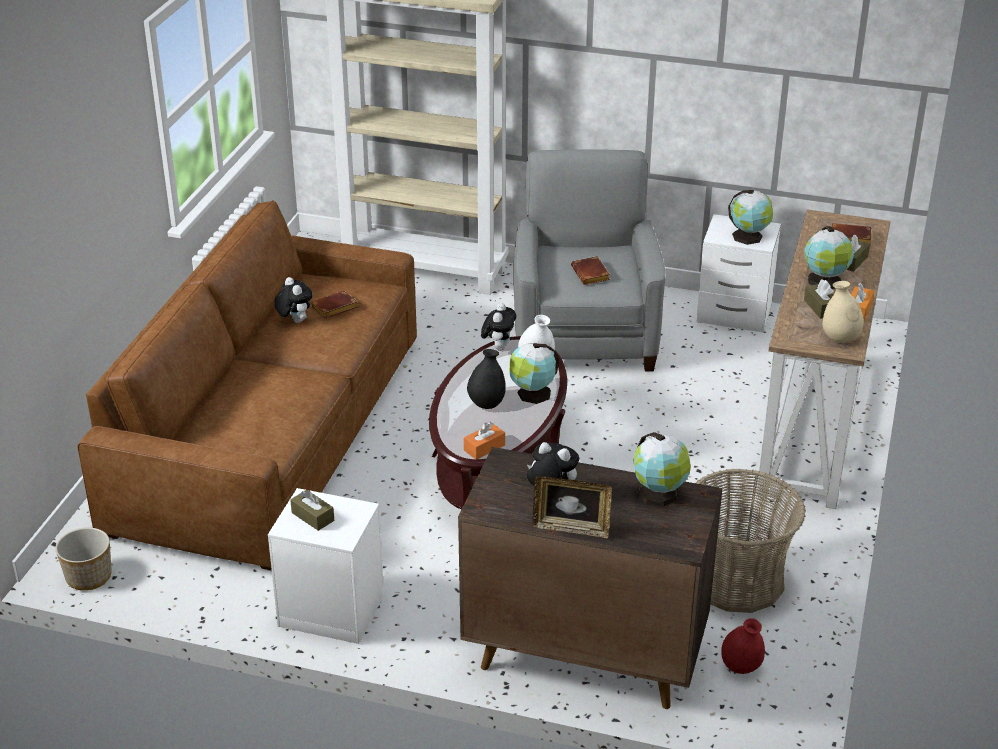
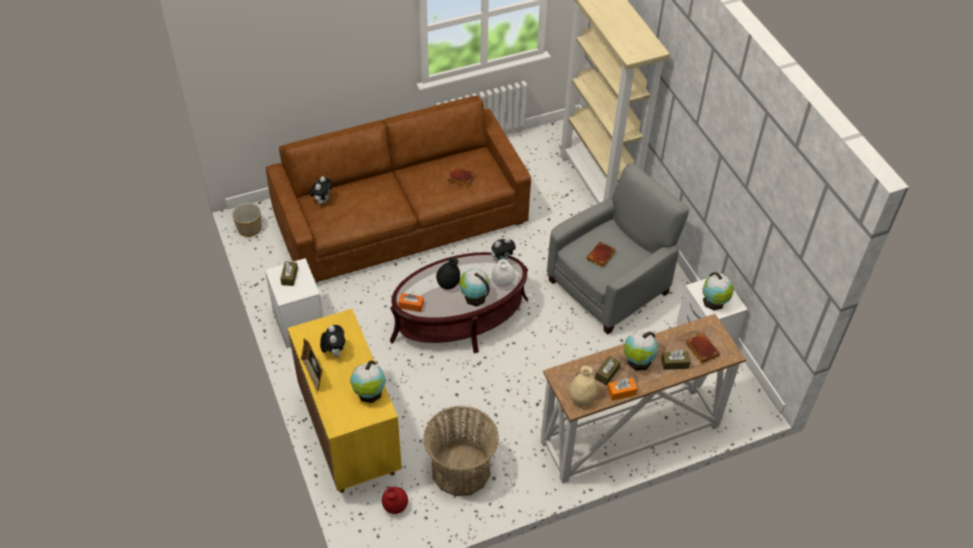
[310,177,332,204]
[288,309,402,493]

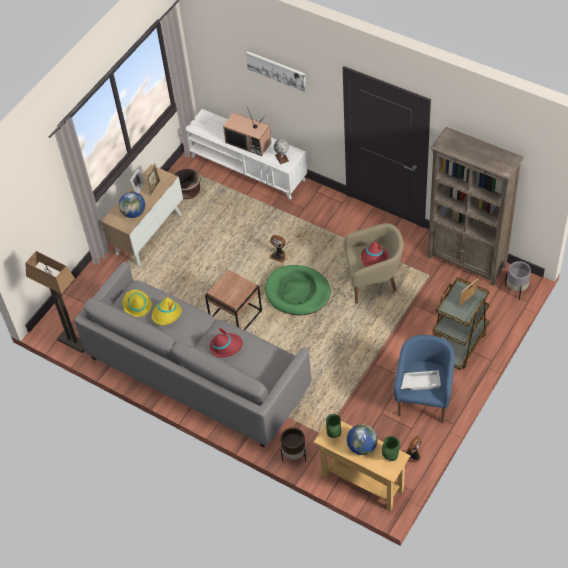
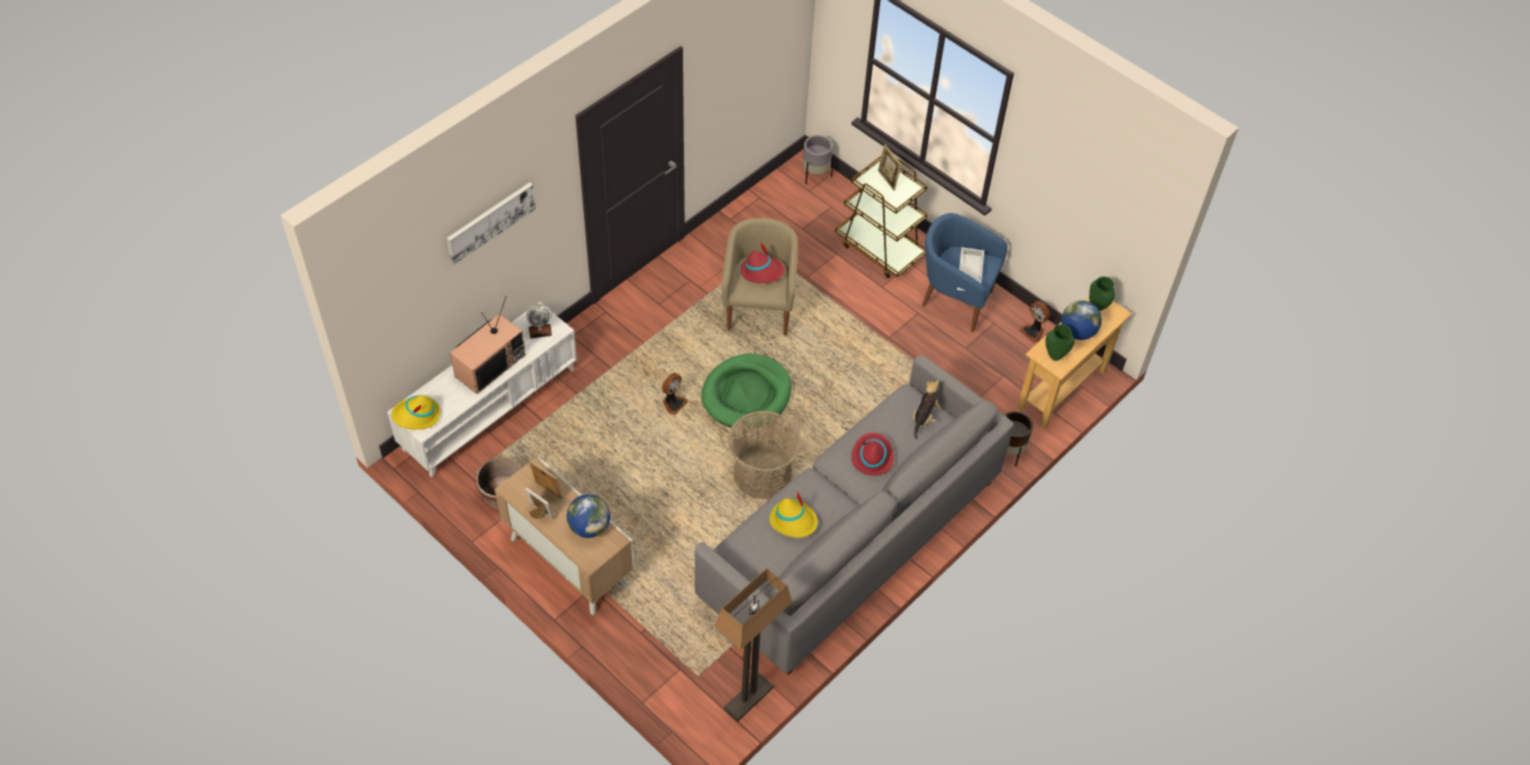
[391,395,440,430]
[728,410,802,499]
[427,127,524,286] (first image)
[913,380,940,439]

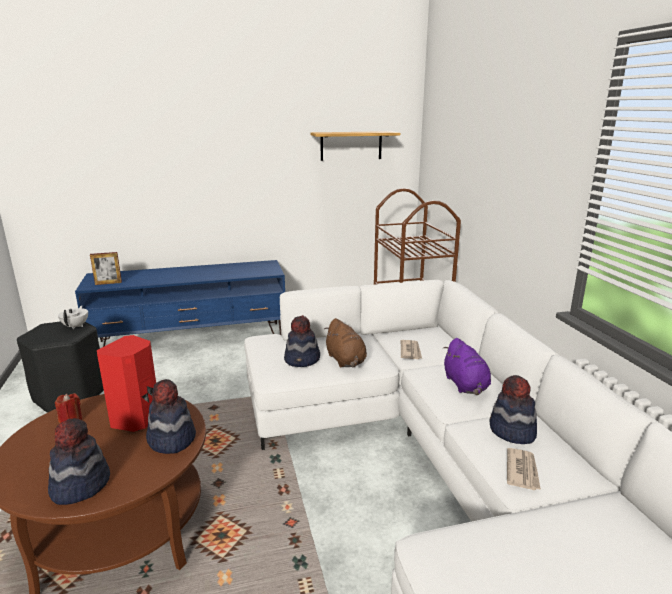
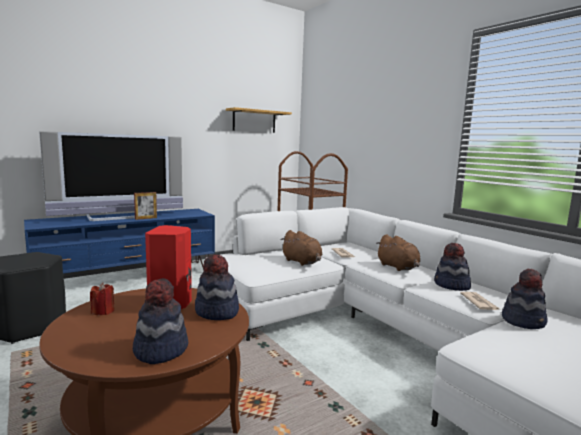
[58,306,88,329] (first image)
[134,192,157,220]
[502,269,547,329]
[376,234,420,271]
[39,131,183,221]

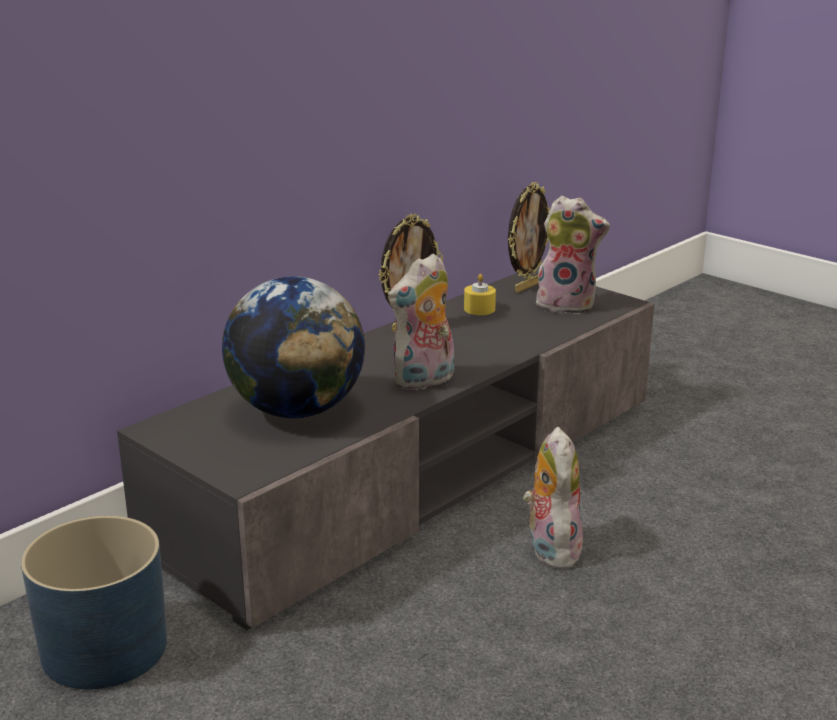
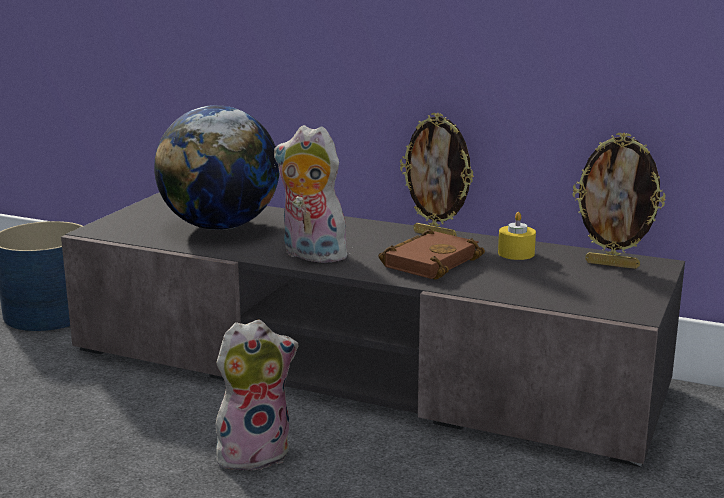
[536,195,610,314] (first image)
[378,229,485,279]

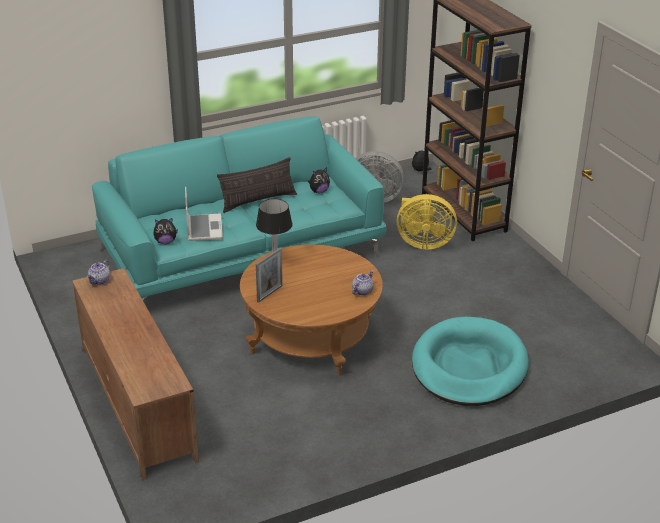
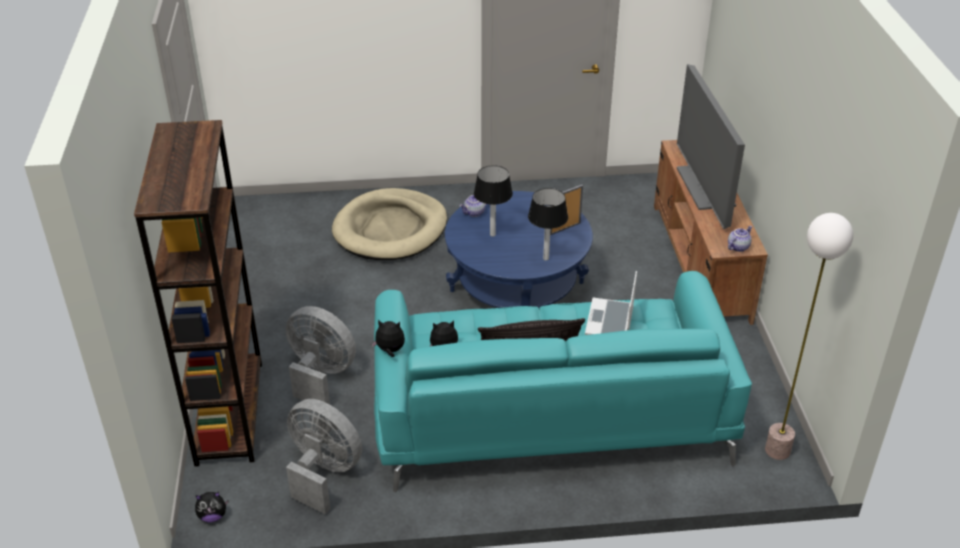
[371,320,405,357]
[445,191,593,308]
[286,306,356,404]
[332,188,447,260]
[474,165,513,237]
[677,64,745,229]
[765,213,853,460]

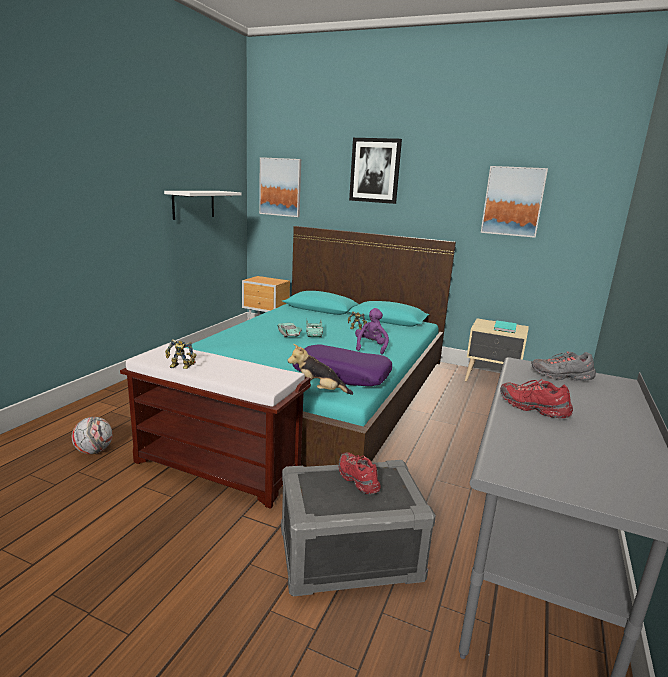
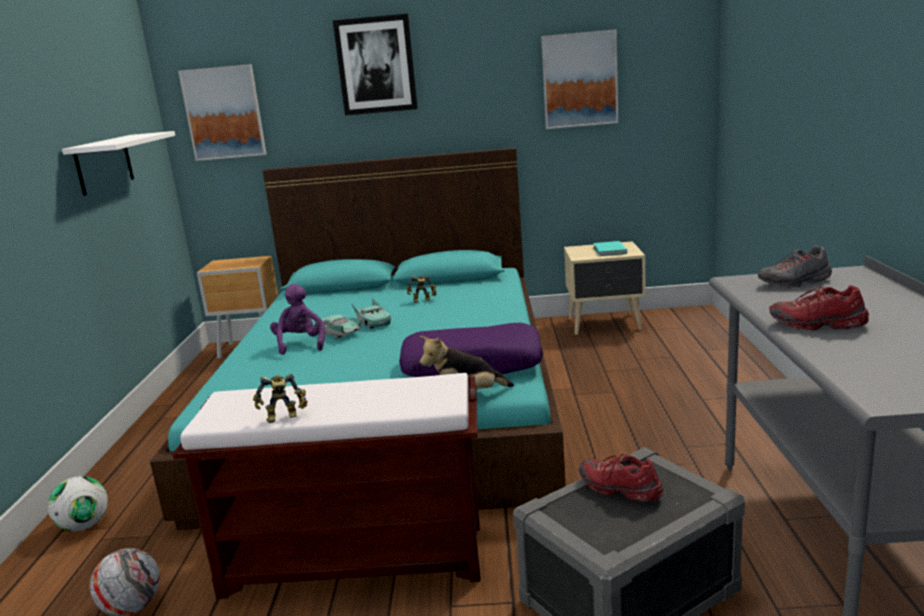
[270,284,325,355]
[48,476,108,531]

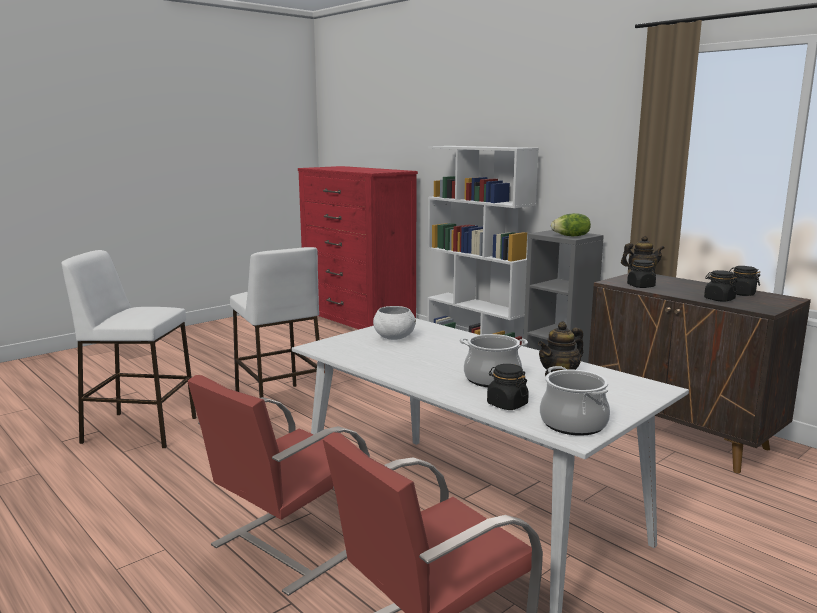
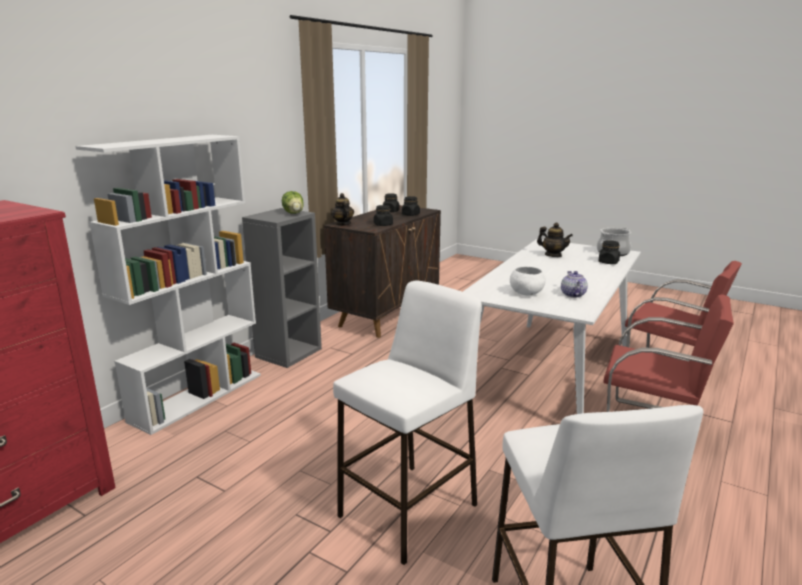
[460,334,528,387] (first image)
[561,271,588,298]

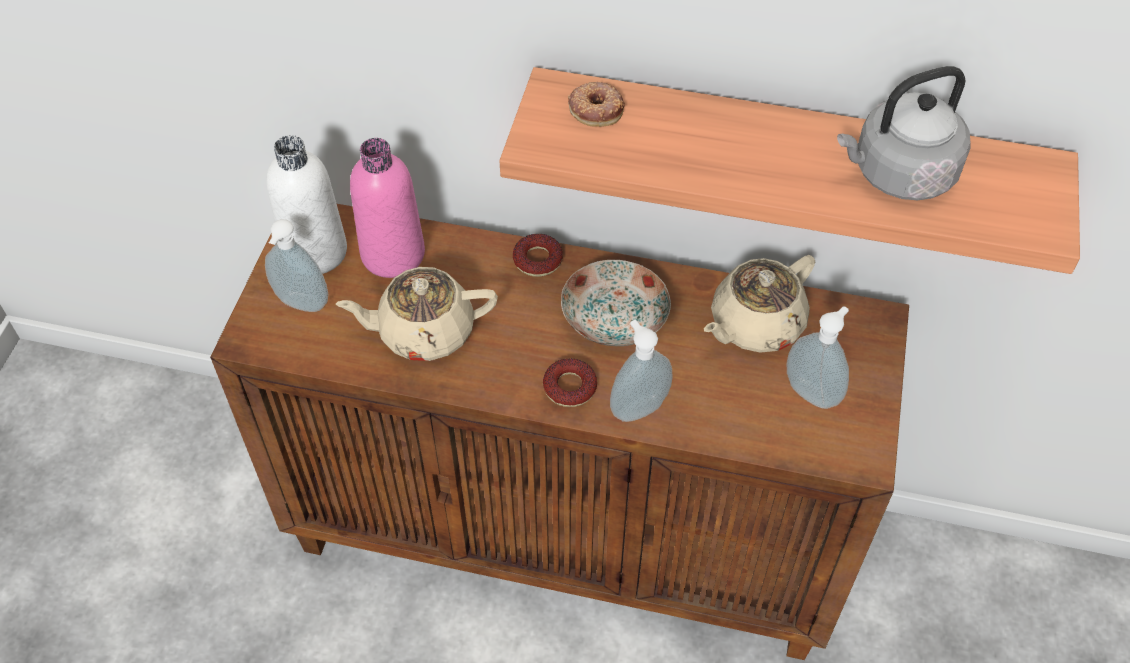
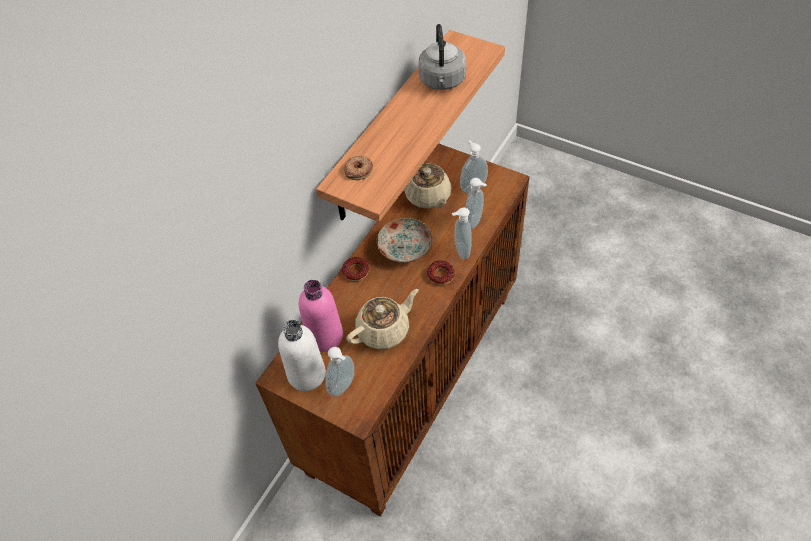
[346,289,418,350]
[466,178,487,229]

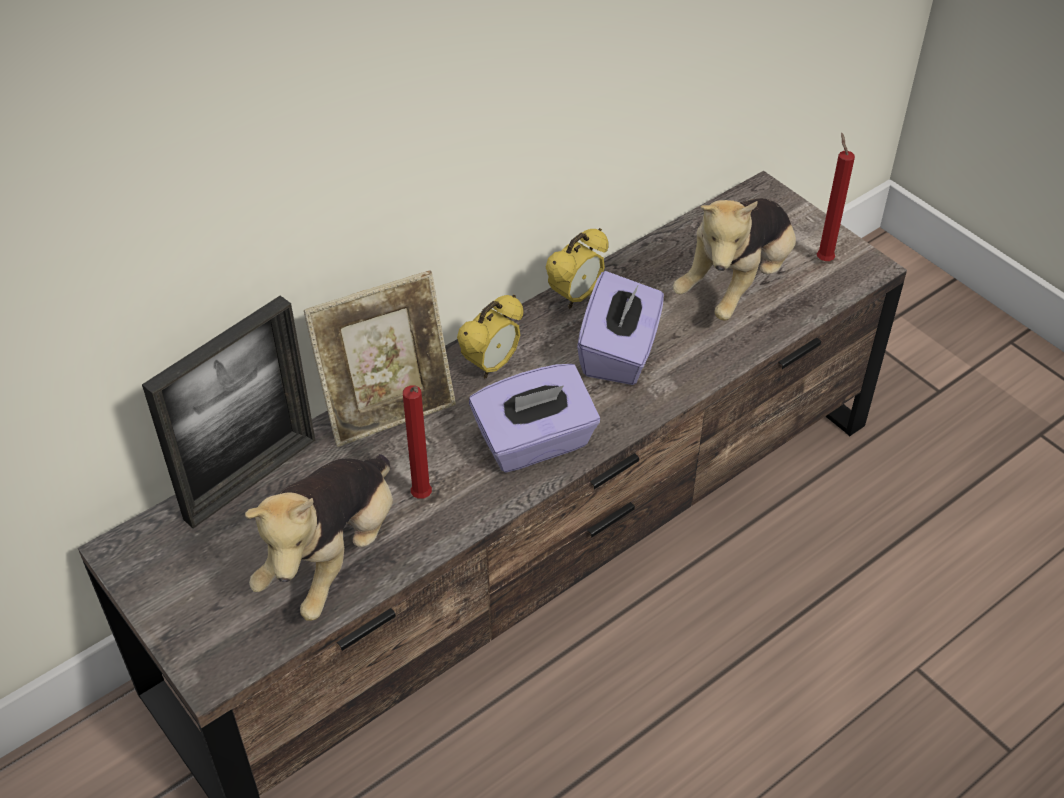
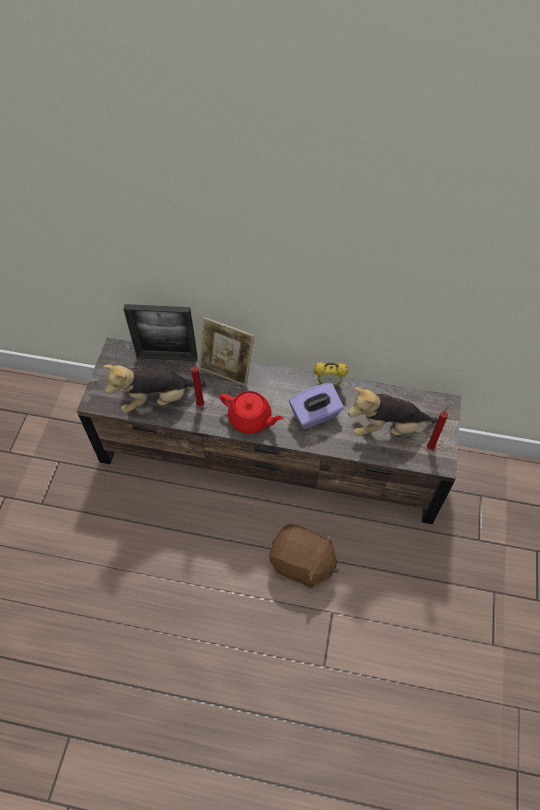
[457,295,524,379] (first image)
[220,391,284,434]
[269,524,339,588]

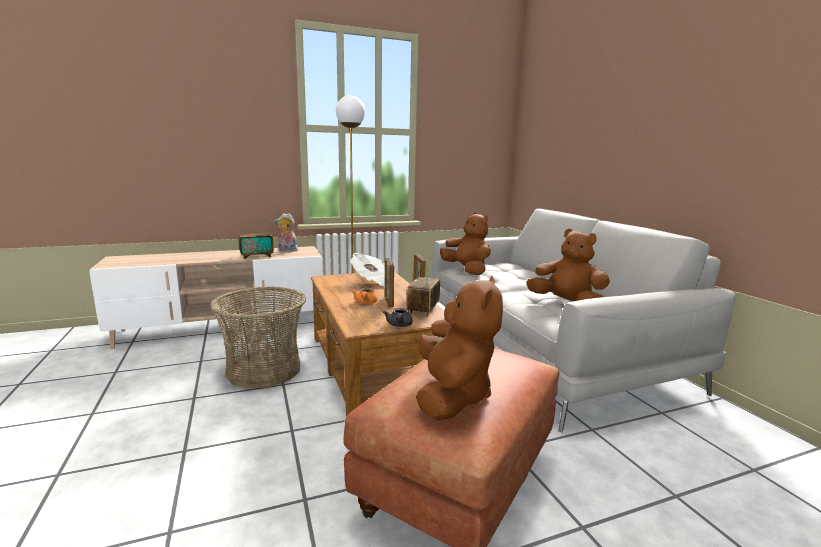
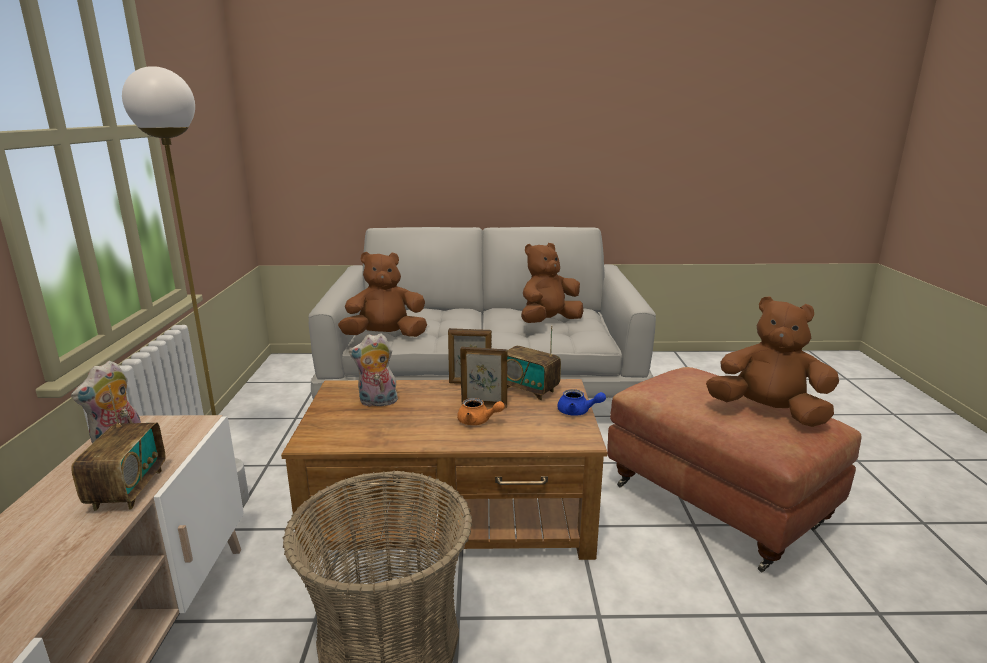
[349,333,398,407]
[557,389,606,416]

